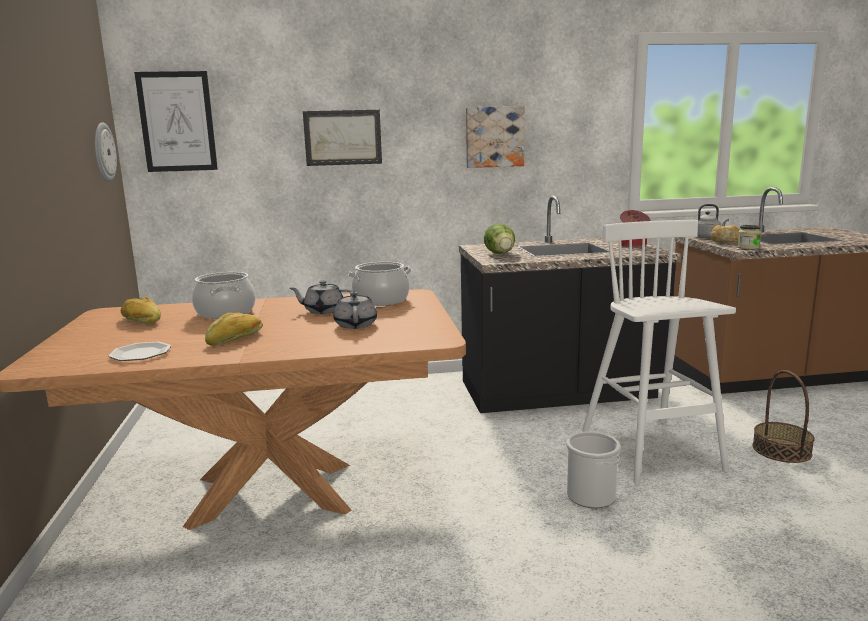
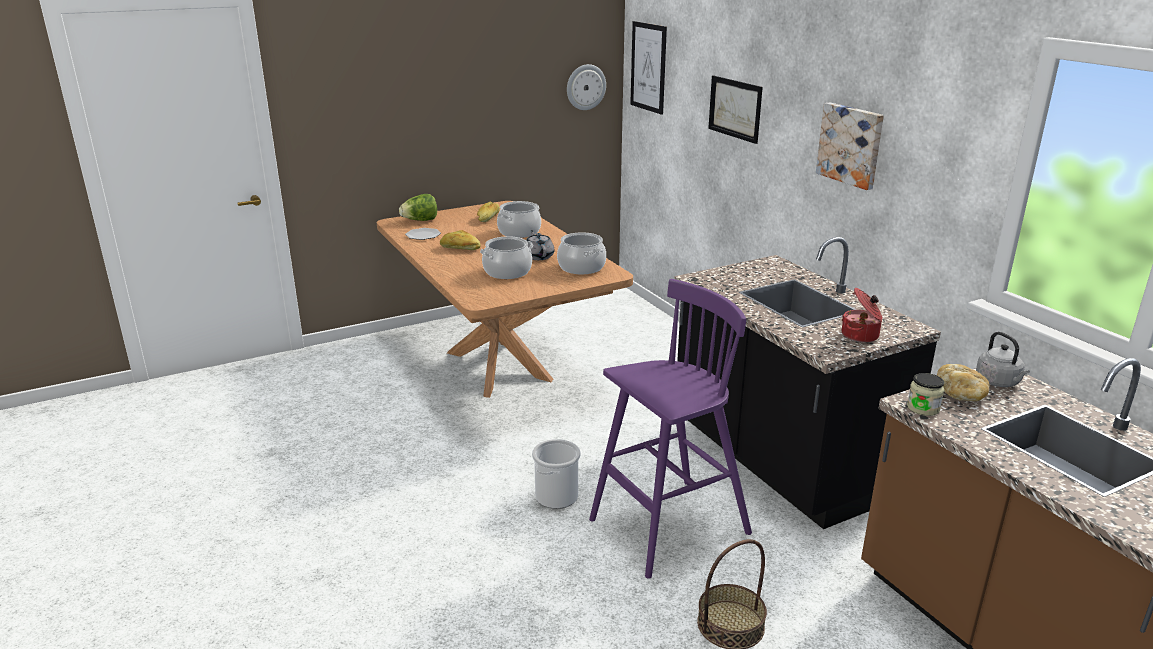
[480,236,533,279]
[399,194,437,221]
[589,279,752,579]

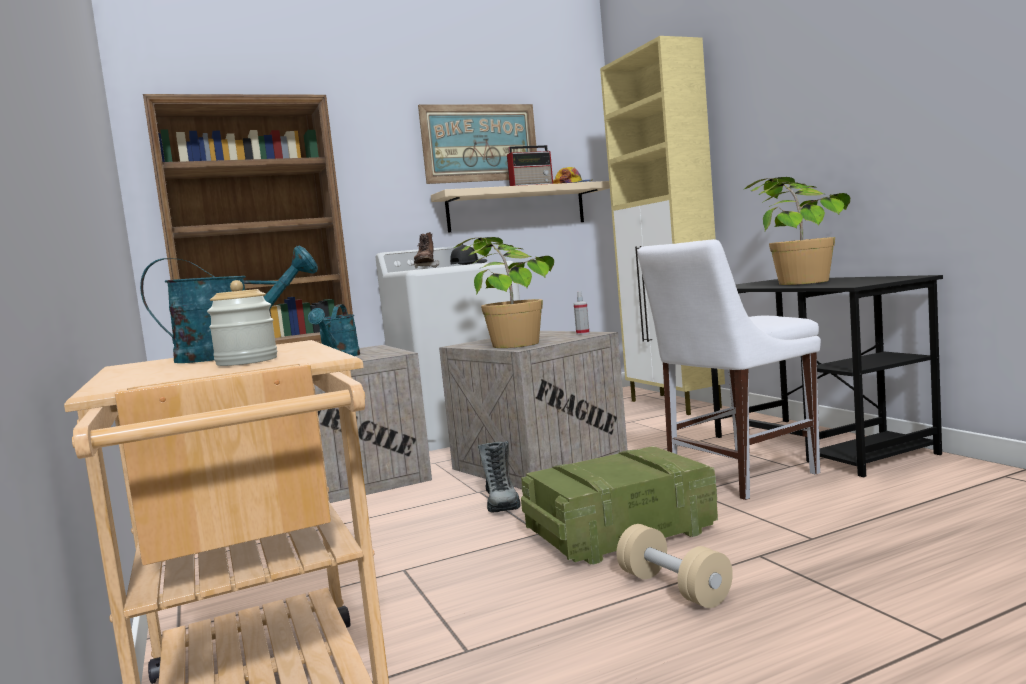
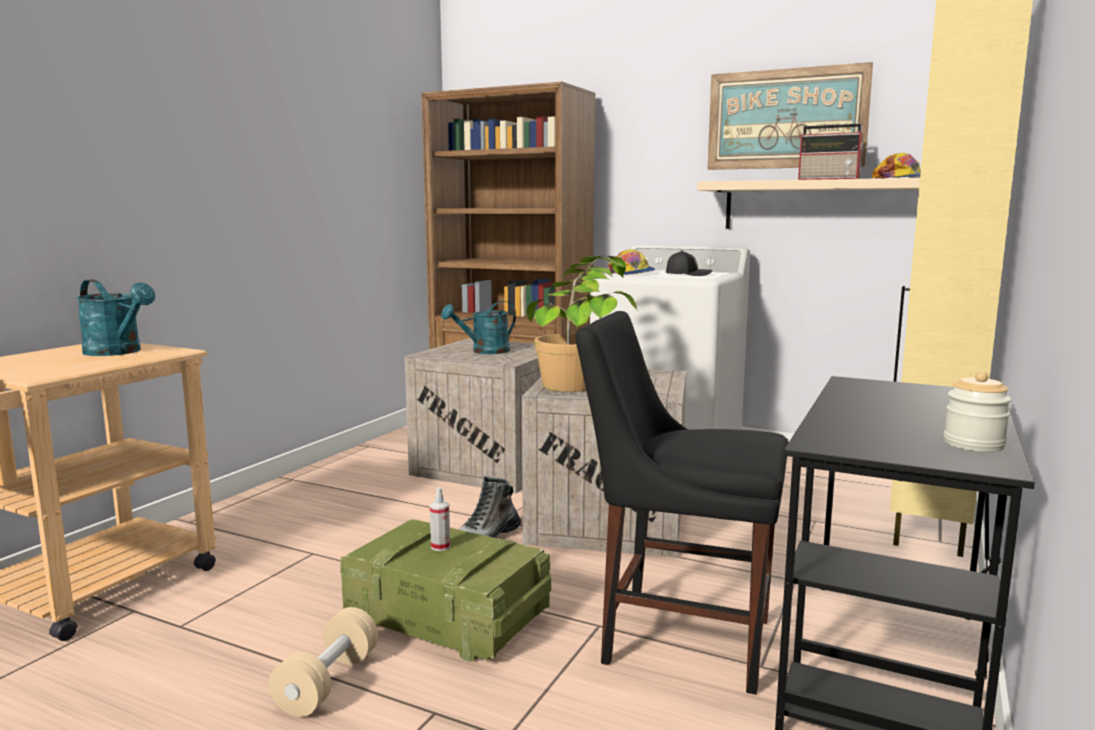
[944,371,1012,452]
[608,249,656,275]
[430,487,450,551]
[575,311,789,695]
[743,177,850,285] (first image)

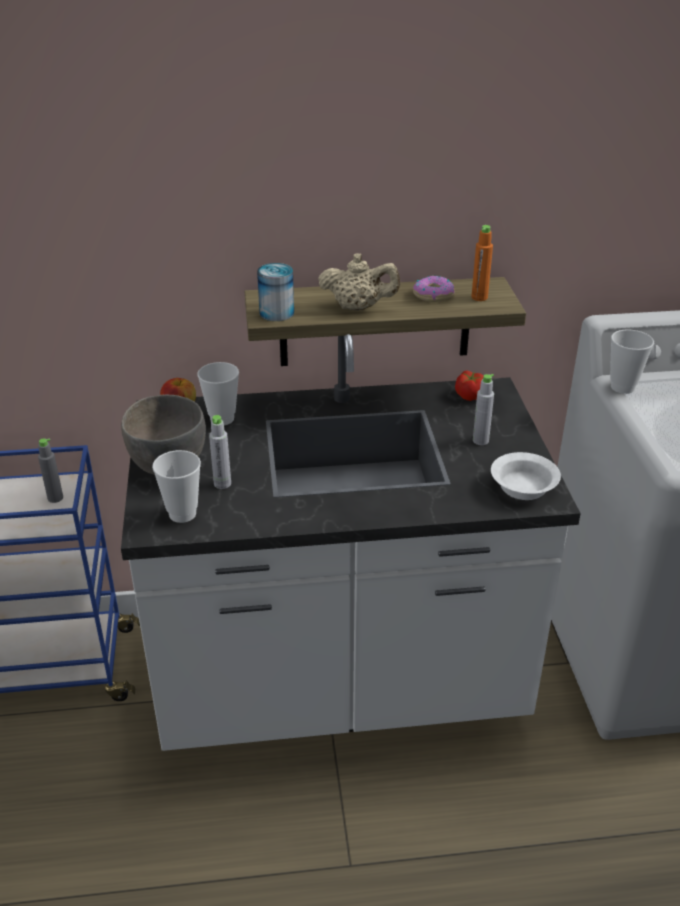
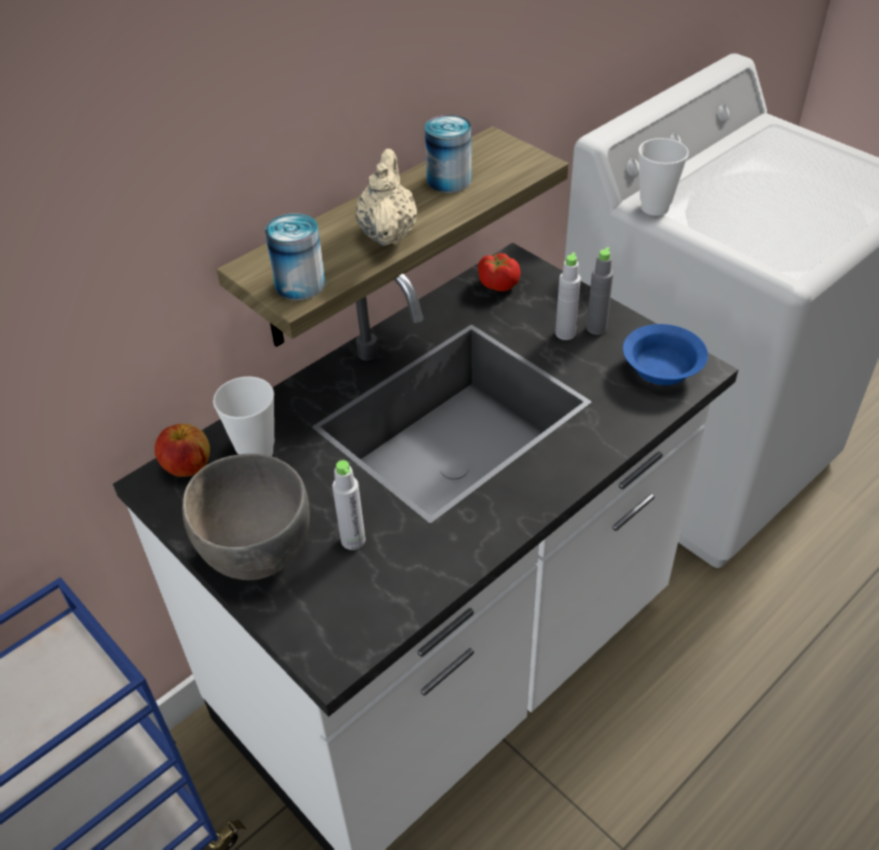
[586,247,613,335]
[152,450,201,523] (first image)
[355,149,417,246]
[425,115,472,193]
[471,225,493,301] (first image)
[623,324,708,385]

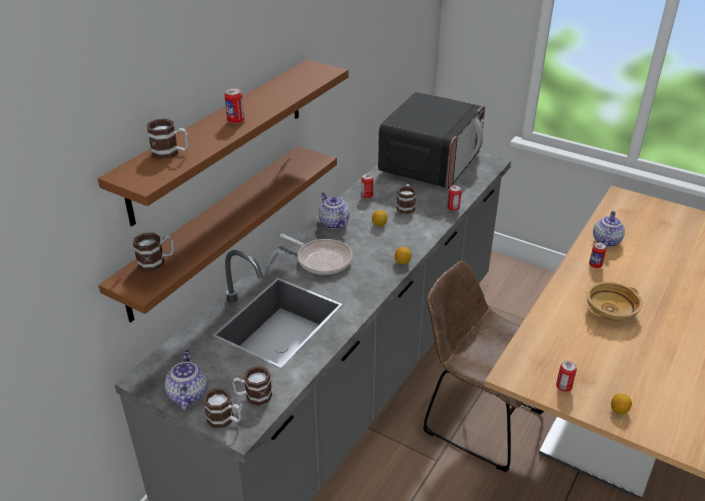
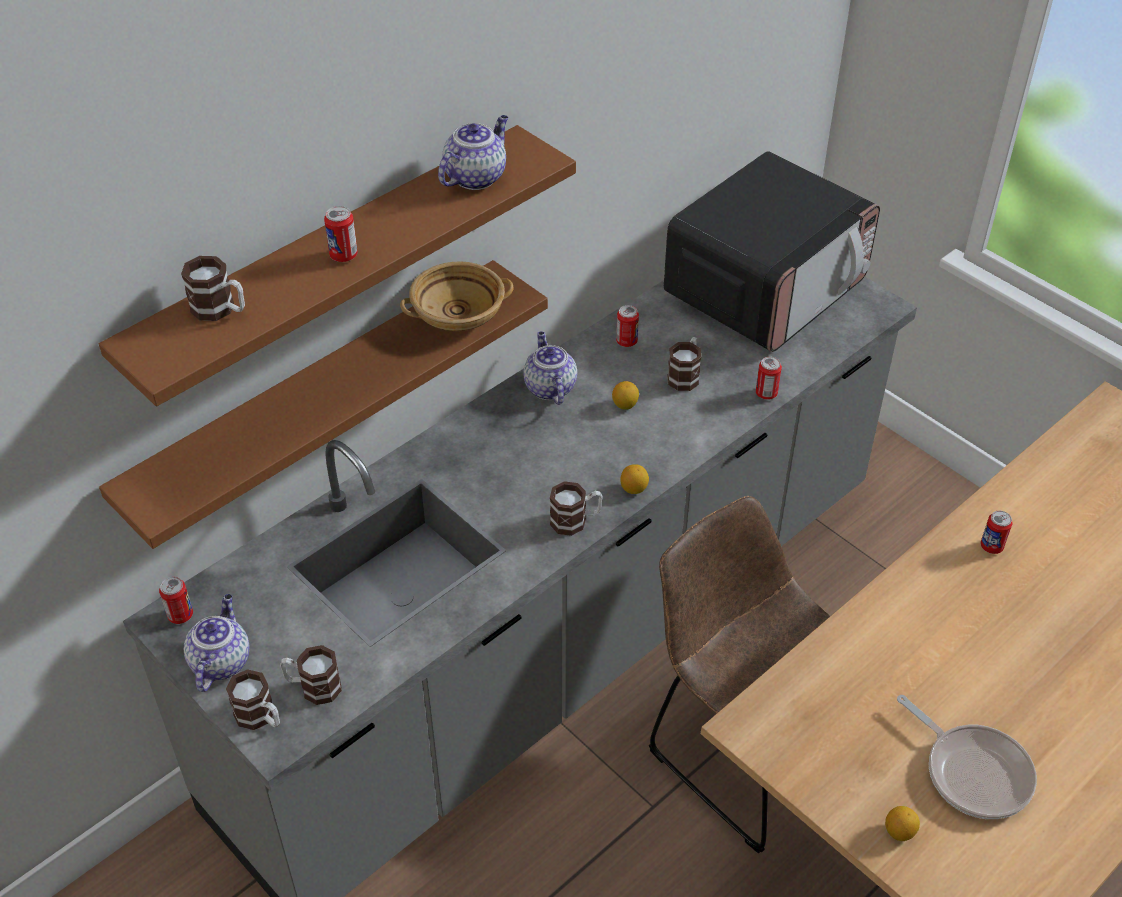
[550,481,603,536]
[897,695,1037,819]
[159,577,193,624]
[400,262,513,331]
[438,115,508,190]

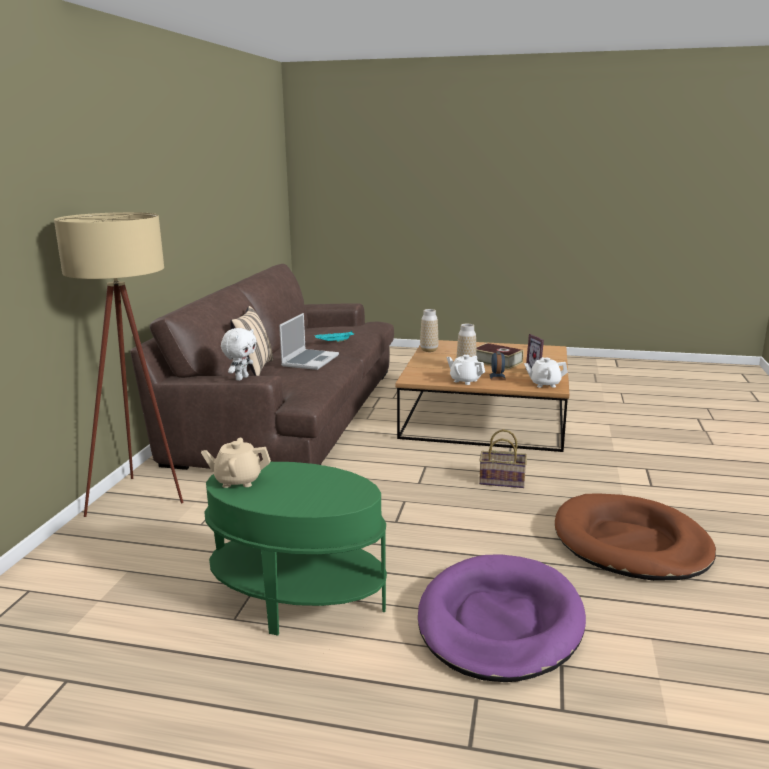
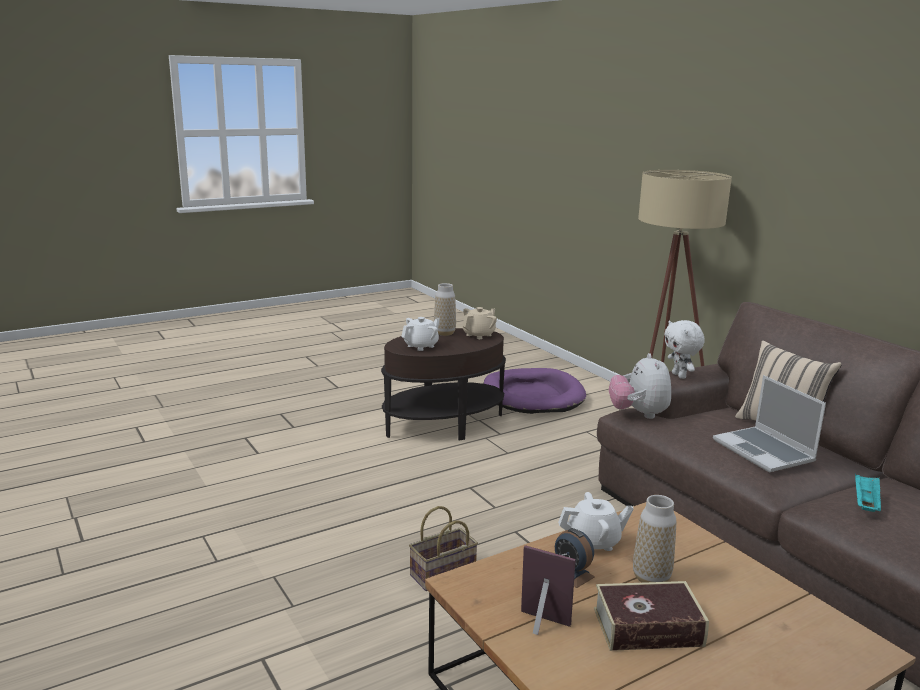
[381,328,506,441]
[484,368,586,414]
[434,283,456,336]
[401,317,440,351]
[555,493,716,581] (first image)
[609,353,671,419]

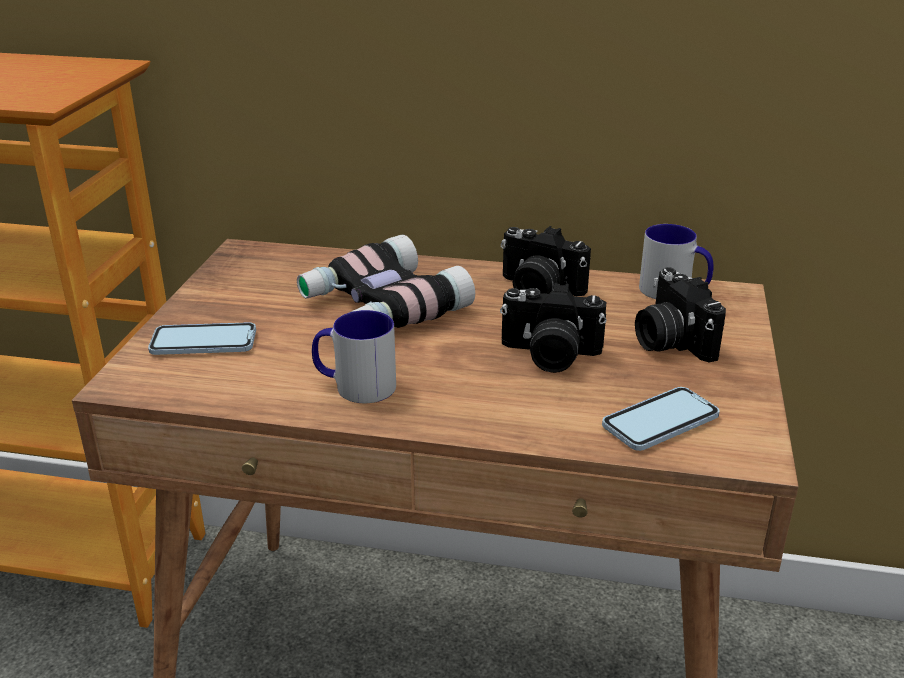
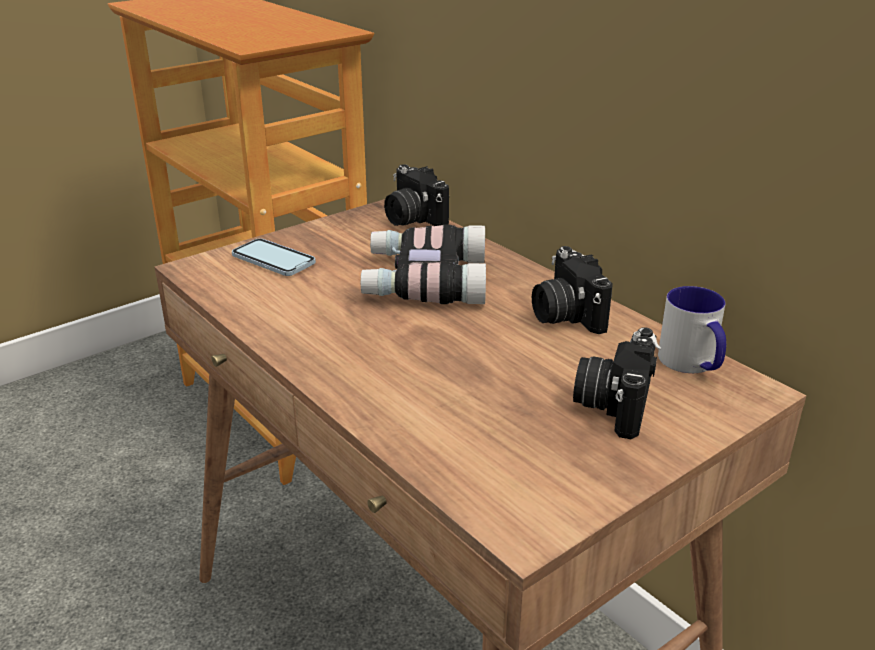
[312,310,396,403] (first image)
[384,164,449,226]
[602,387,720,451] (first image)

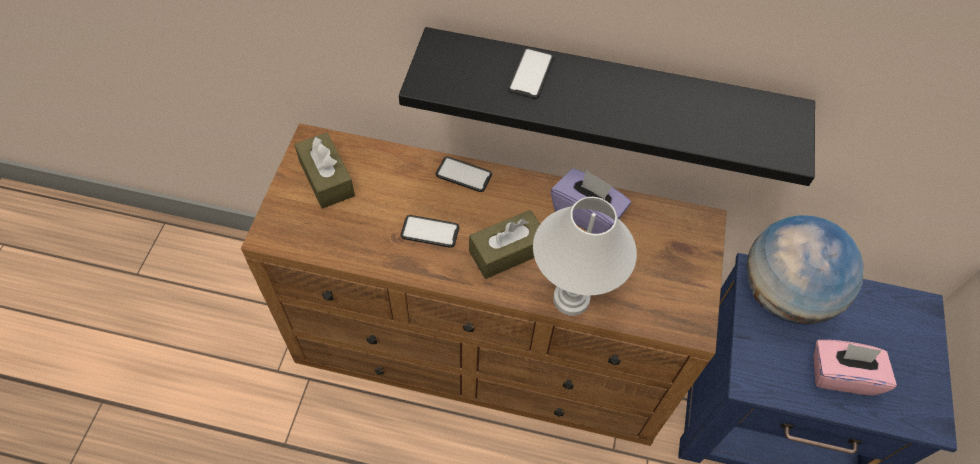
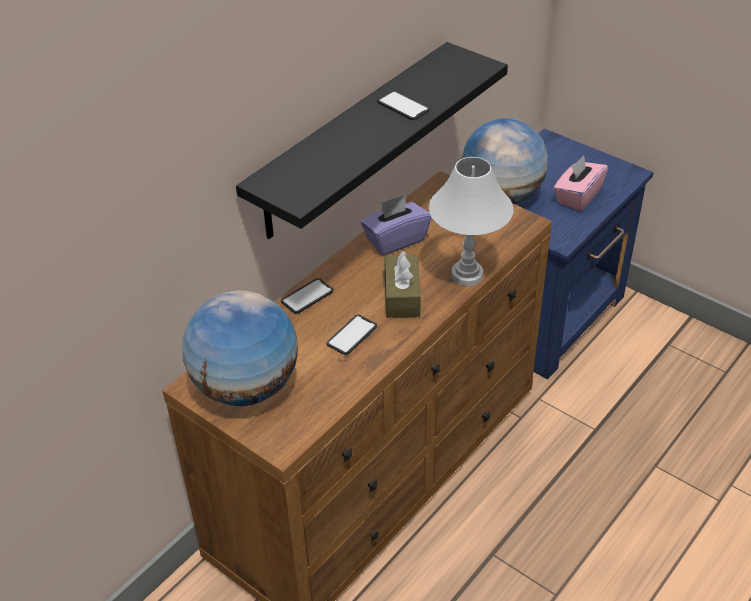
[182,291,298,406]
[377,91,430,120]

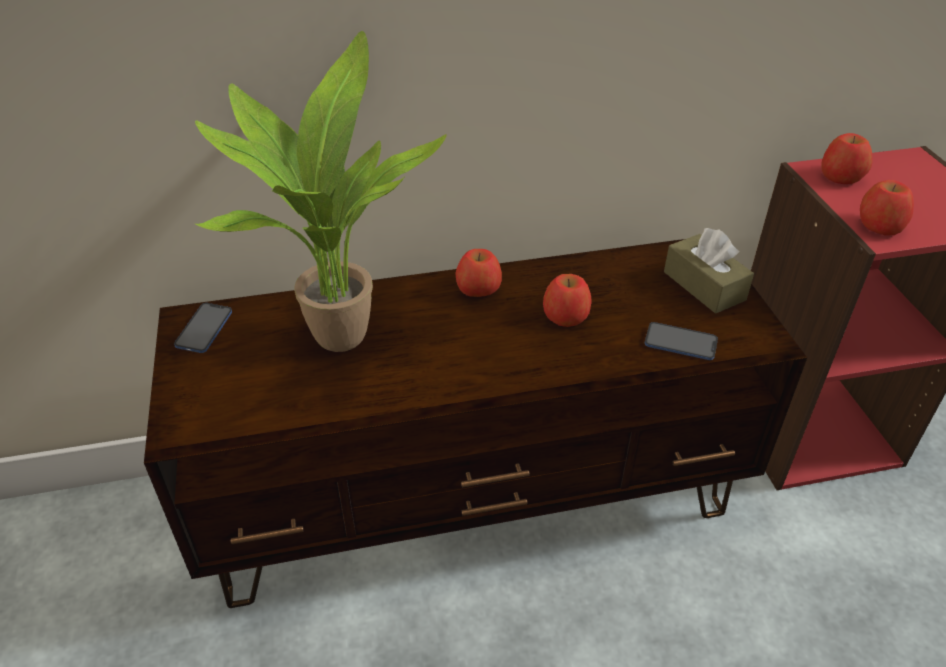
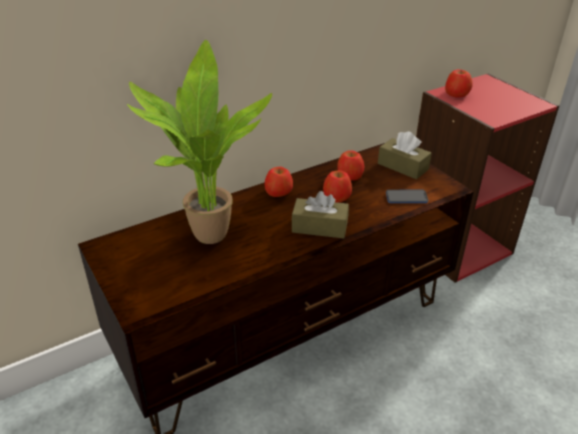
[174,303,232,353] (first image)
[337,150,364,181]
[292,191,349,239]

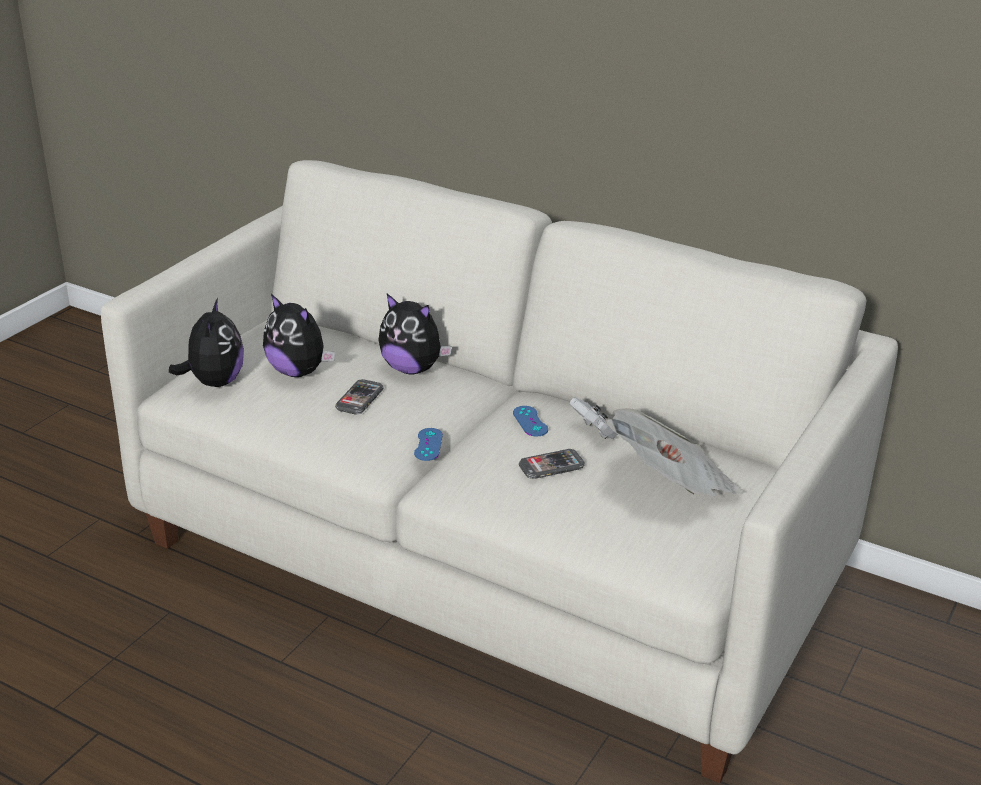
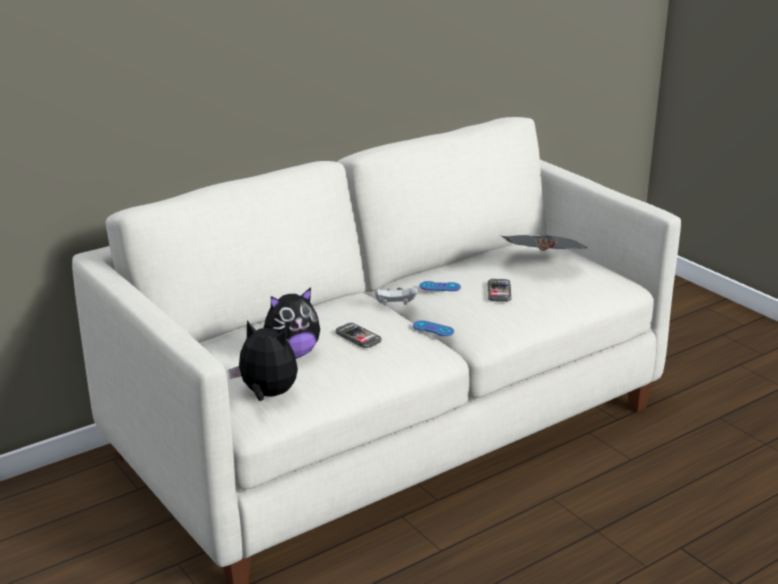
[379,294,452,374] (first image)
[375,287,417,305]

